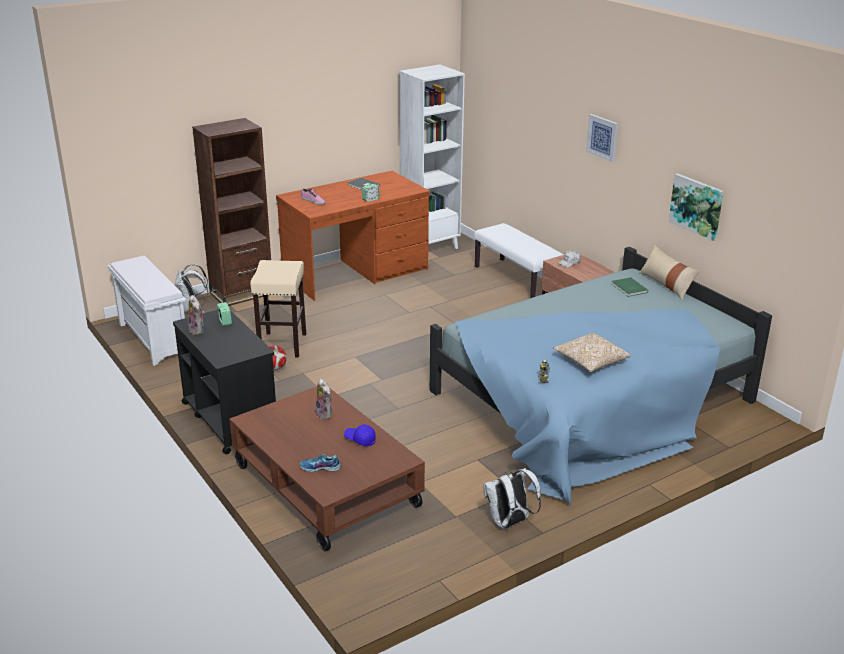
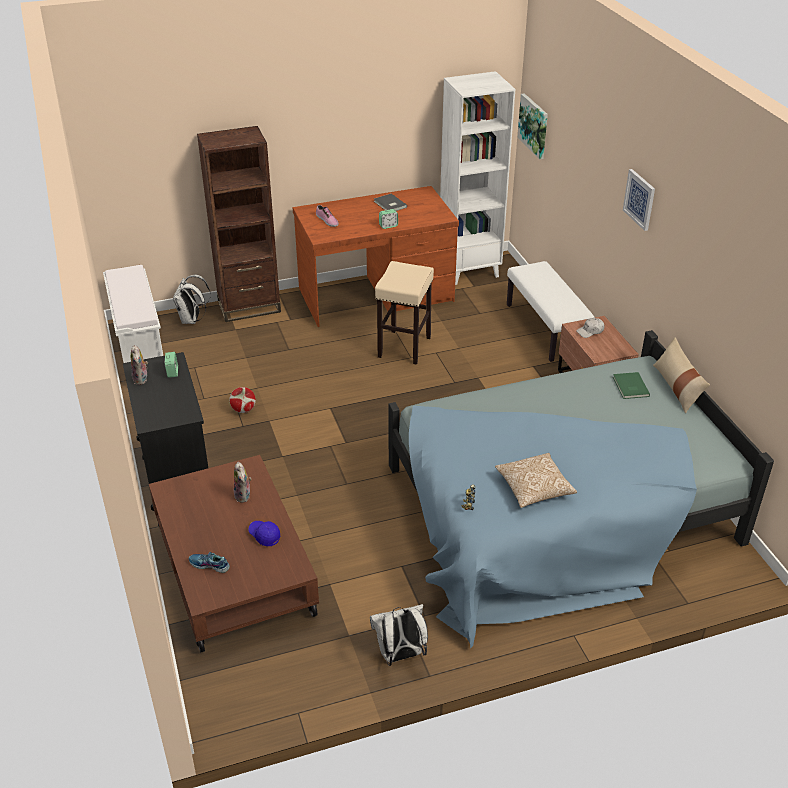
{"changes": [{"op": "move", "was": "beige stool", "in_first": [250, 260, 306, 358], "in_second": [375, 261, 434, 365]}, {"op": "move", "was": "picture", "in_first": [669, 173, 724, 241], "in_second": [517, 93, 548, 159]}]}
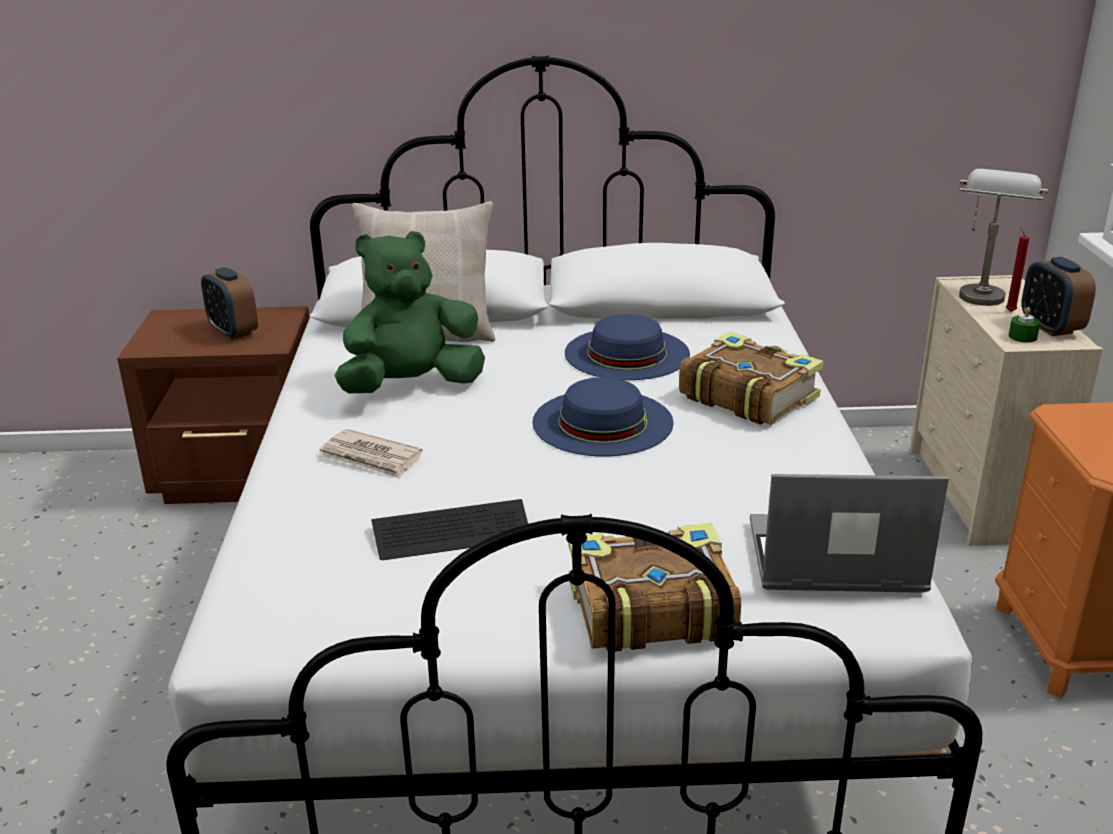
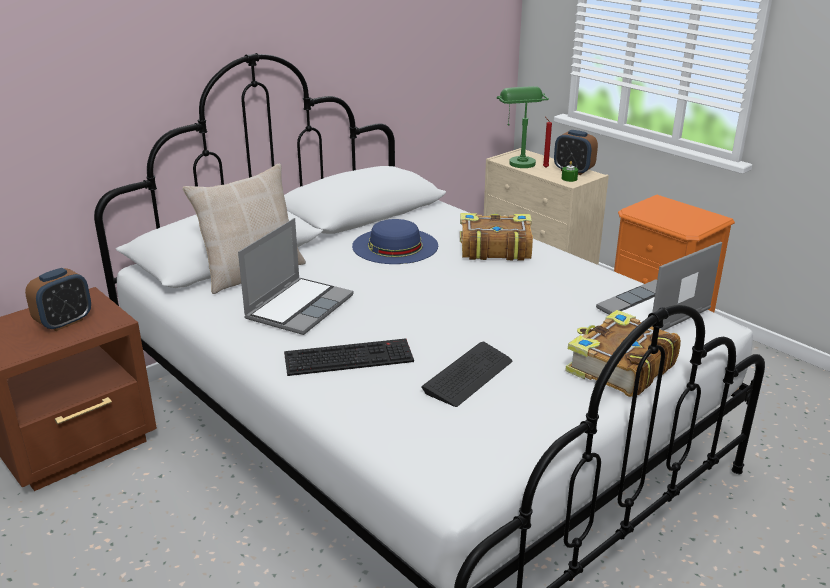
{"changes": [{"op": "rotate", "was": "alarm clock", "in_first": [201, 267, 258, 340], "in_second": [25, 268, 91, 331], "clockwise": -60}, {"op": "replace", "was": "newspaper", "now": "keyboard", "in_first": [319, 429, 423, 479], "in_second": [284, 338, 414, 376]}, {"op": "replace", "was": "green plush toy", "now": "laptop", "in_first": [334, 231, 485, 393], "in_second": [238, 218, 354, 335]}, {"op": "delete", "was": "blue hat", "in_first": [532, 377, 674, 456]}, {"op": "recolor", "was": "grey table lamp", "now": "green table lamp", "in_first": [958, 169, 1048, 306], "in_second": [497, 86, 549, 168]}]}
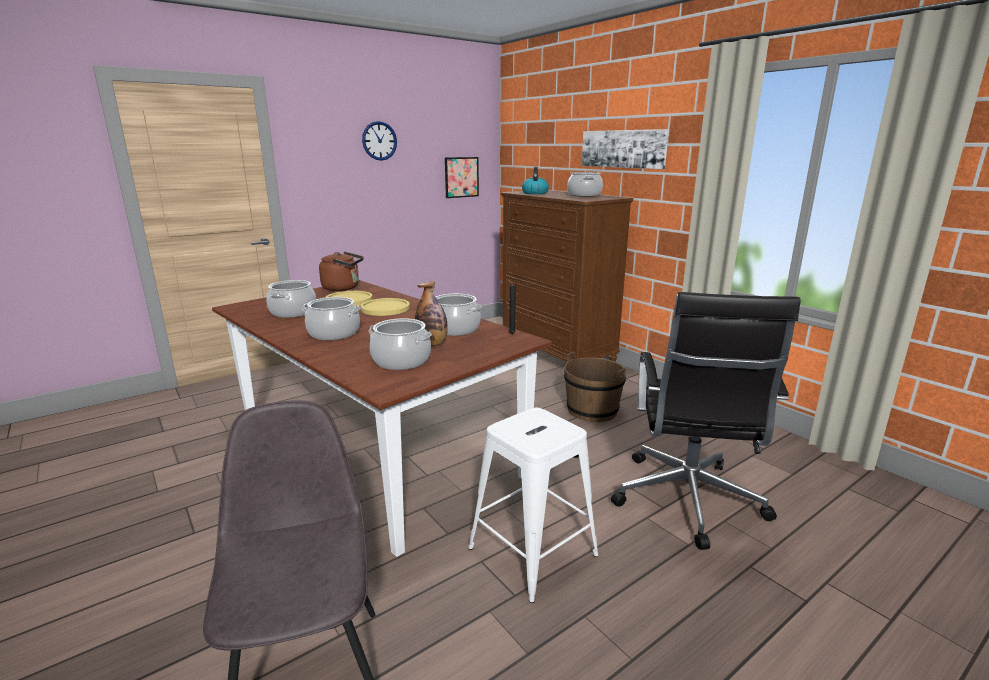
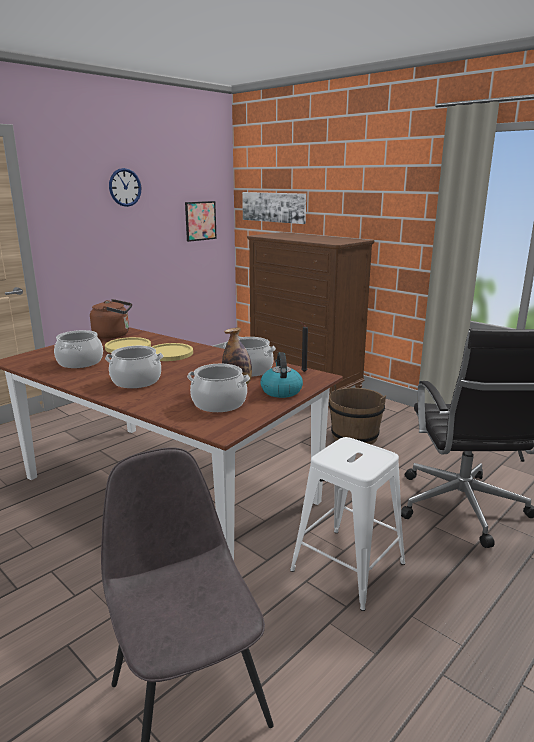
{"changes": [{"op": "move", "was": "kettle", "in_first": [522, 167, 549, 194], "in_second": [260, 352, 303, 398]}, {"op": "delete", "was": "cooking pot", "in_first": [567, 172, 603, 196]}, {"op": "move", "was": "picture", "in_first": [582, 129, 669, 169], "in_second": [242, 192, 306, 224]}]}
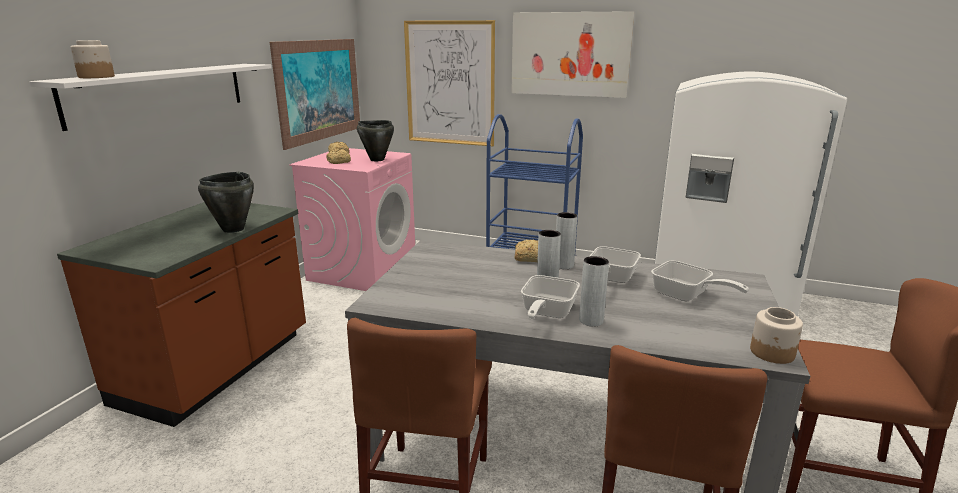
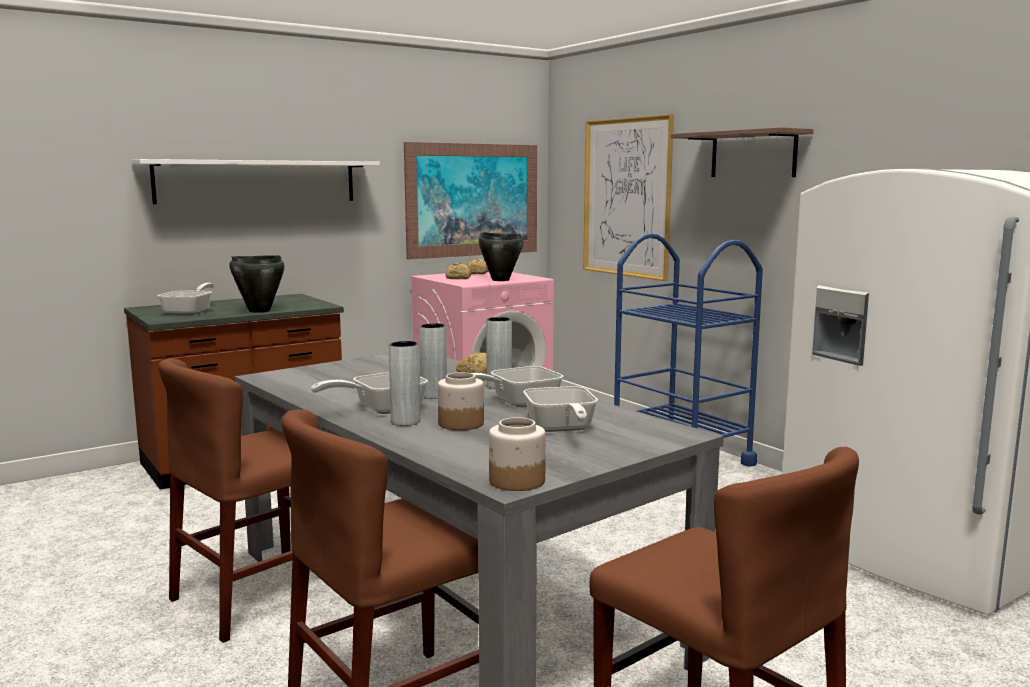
{"changes": [{"op": "move", "was": "jar", "in_first": [70, 40, 115, 78], "in_second": [438, 372, 484, 430]}, {"op": "replace", "was": "picture", "now": "shelf", "in_first": [511, 11, 634, 98], "in_second": [670, 127, 814, 177]}, {"op": "insert", "now": "frying pan", "in_second": [158, 283, 214, 315]}]}
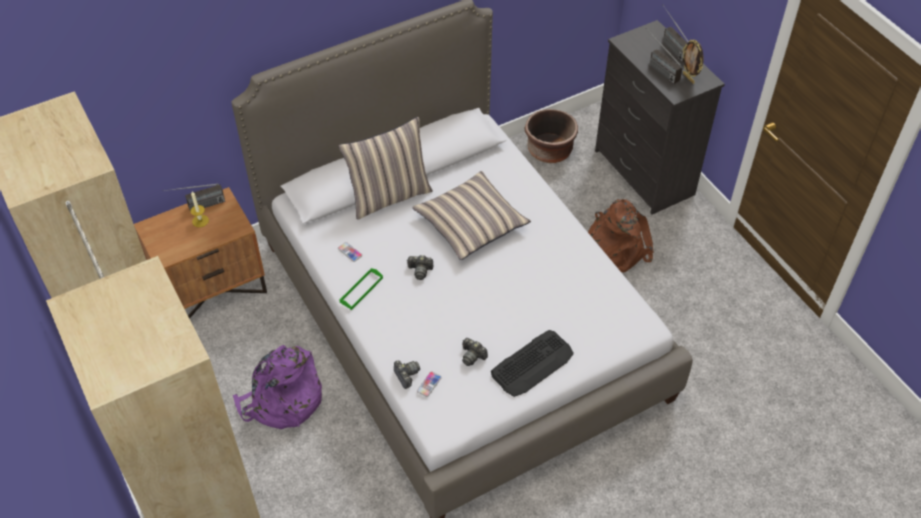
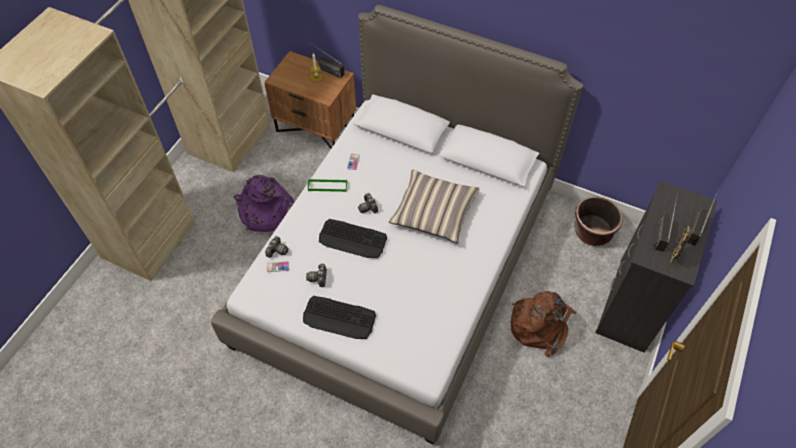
{"changes": [{"op": "delete", "was": "pillow", "in_first": [339, 117, 433, 220]}, {"op": "insert", "now": "keyboard", "in_second": [319, 219, 387, 258]}]}
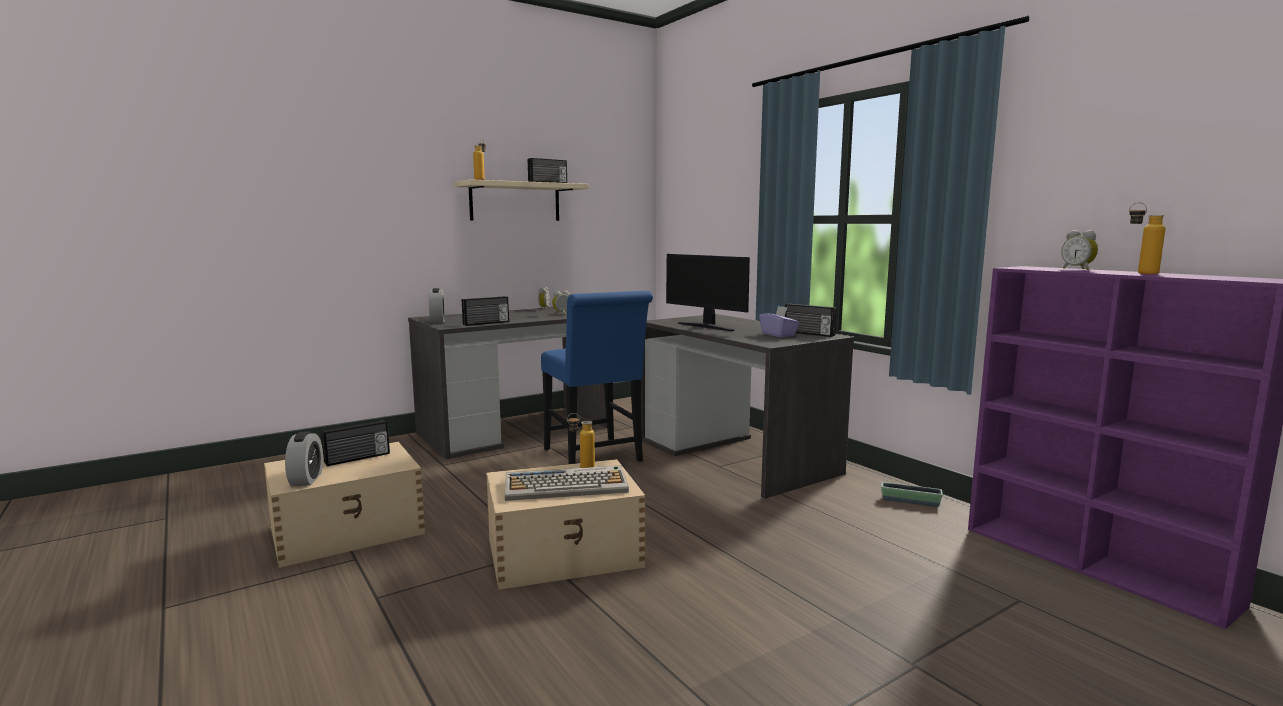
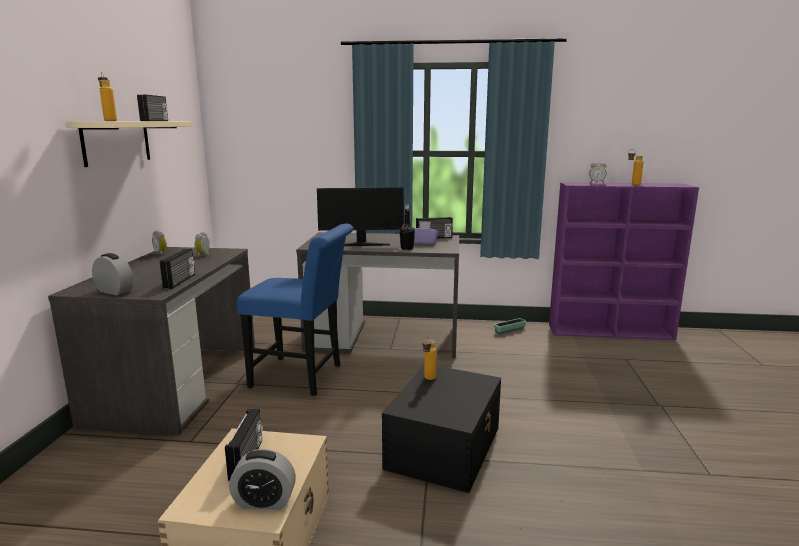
{"changes": [{"op": "rotate", "was": "alarm clock", "in_first": [285, 431, 323, 486], "in_second": [229, 449, 296, 510], "clockwise": 150}, {"op": "recolor", "was": "beige storage box", "now": "black storage box", "in_first": [486, 459, 645, 590], "in_second": [382, 365, 501, 493]}, {"op": "delete", "was": "keyboard", "in_first": [505, 465, 629, 501]}, {"op": "insert", "now": "black bottle", "in_second": [399, 205, 415, 250]}]}
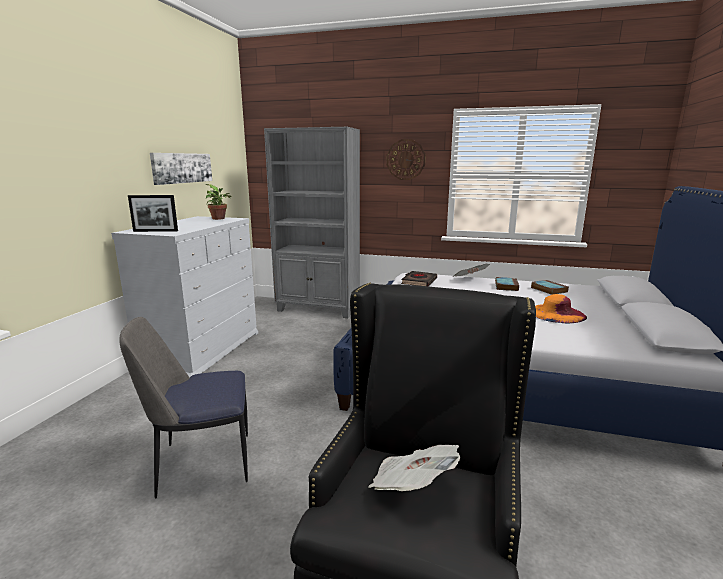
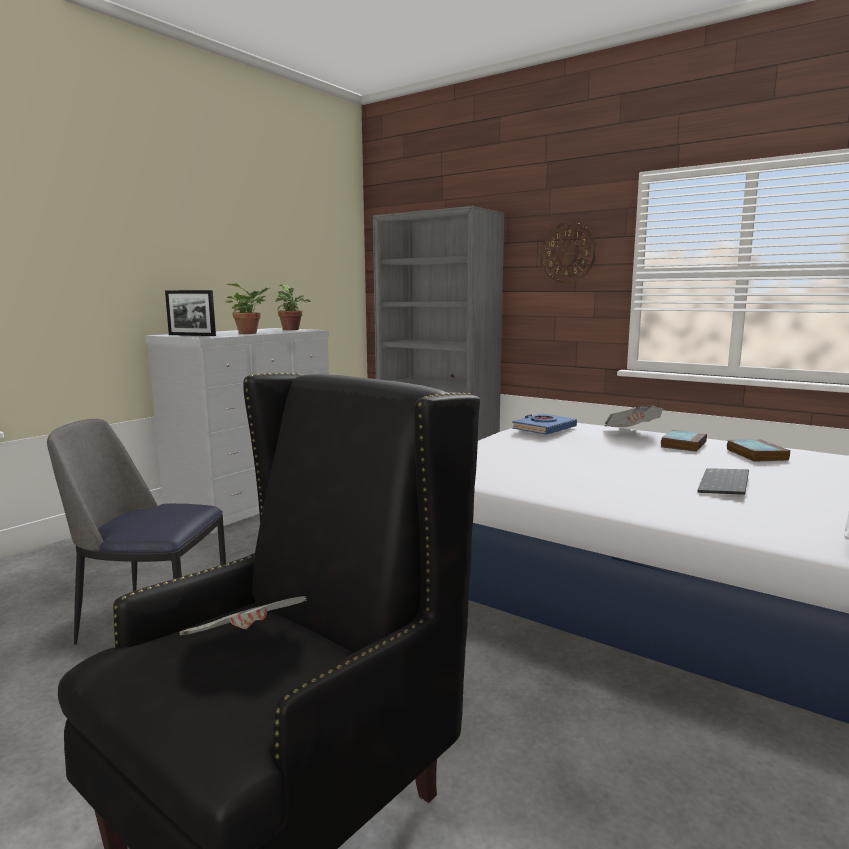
{"changes": [{"op": "delete", "was": "picture", "in_first": [150, 153, 212, 185]}, {"op": "recolor", "was": "black book", "now": "blue book", "in_first": [401, 271, 437, 286], "in_second": [512, 413, 577, 435]}, {"op": "replace", "was": "orange hat", "now": "keyboard", "in_first": [535, 294, 587, 324], "in_second": [697, 468, 749, 495]}, {"op": "insert", "now": "potted plant", "in_second": [225, 284, 271, 334]}]}
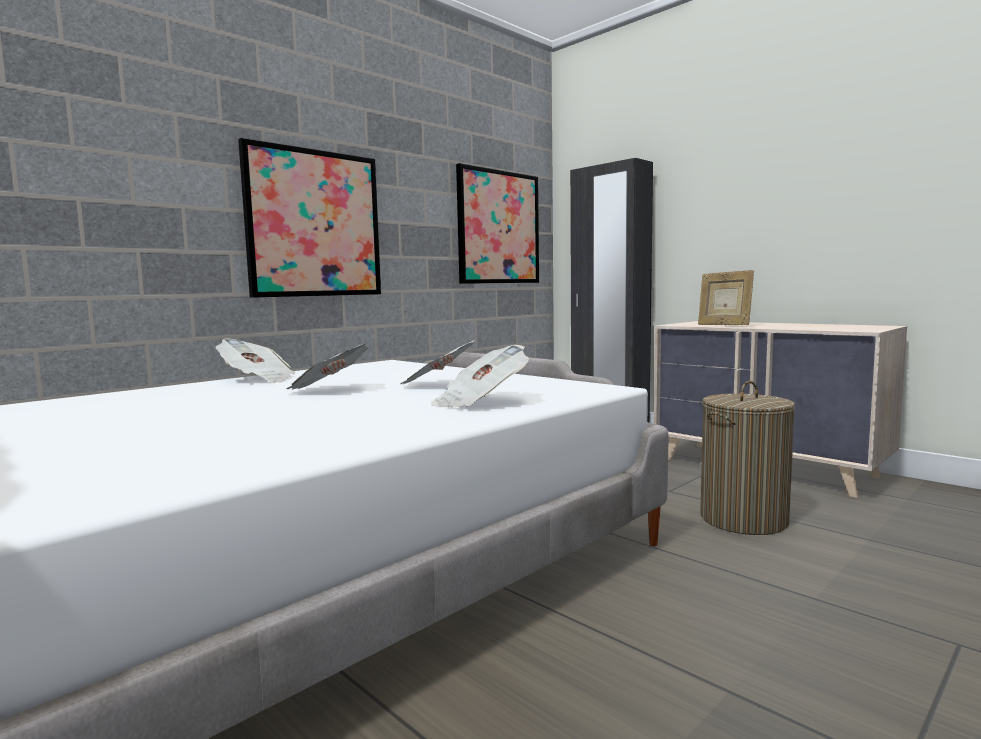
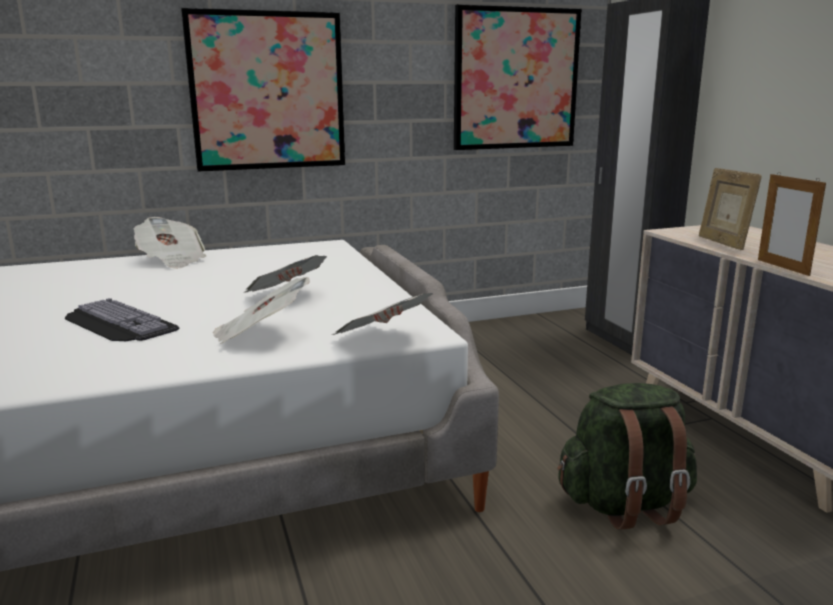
{"changes": [{"op": "move", "was": "newspaper", "in_first": [286, 344, 369, 390], "in_second": [332, 293, 433, 335]}, {"op": "replace", "was": "laundry basket", "now": "green backpack", "in_first": [700, 381, 795, 535], "in_second": [557, 383, 697, 530]}, {"op": "insert", "now": "keyboard", "in_second": [65, 298, 179, 341]}, {"op": "insert", "now": "picture frame", "in_second": [758, 172, 826, 276]}]}
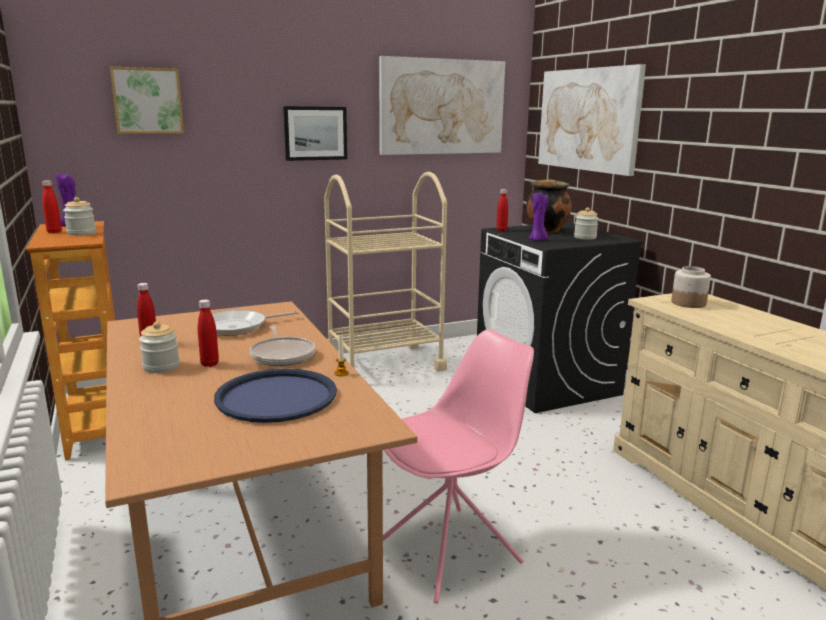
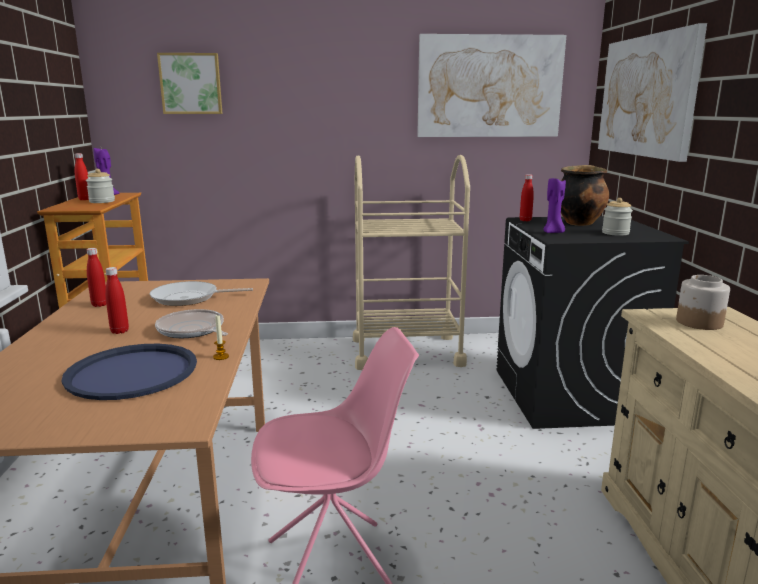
{"changes": [{"op": "delete", "was": "jar", "in_first": [139, 322, 180, 373]}, {"op": "rotate", "was": "frying pan", "in_first": [250, 325, 316, 366], "in_second": [155, 309, 228, 338], "clockwise": 135}, {"op": "delete", "was": "picture", "in_first": [283, 106, 347, 161]}]}
